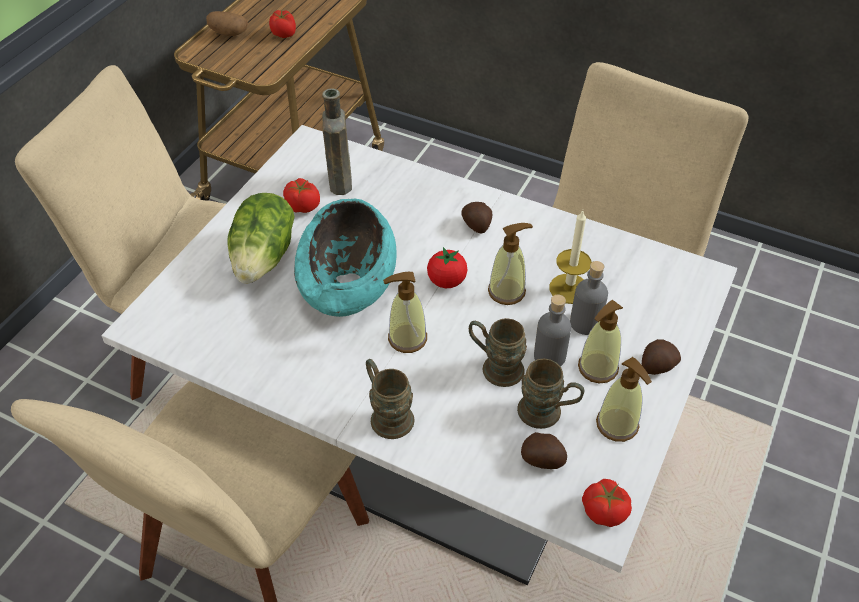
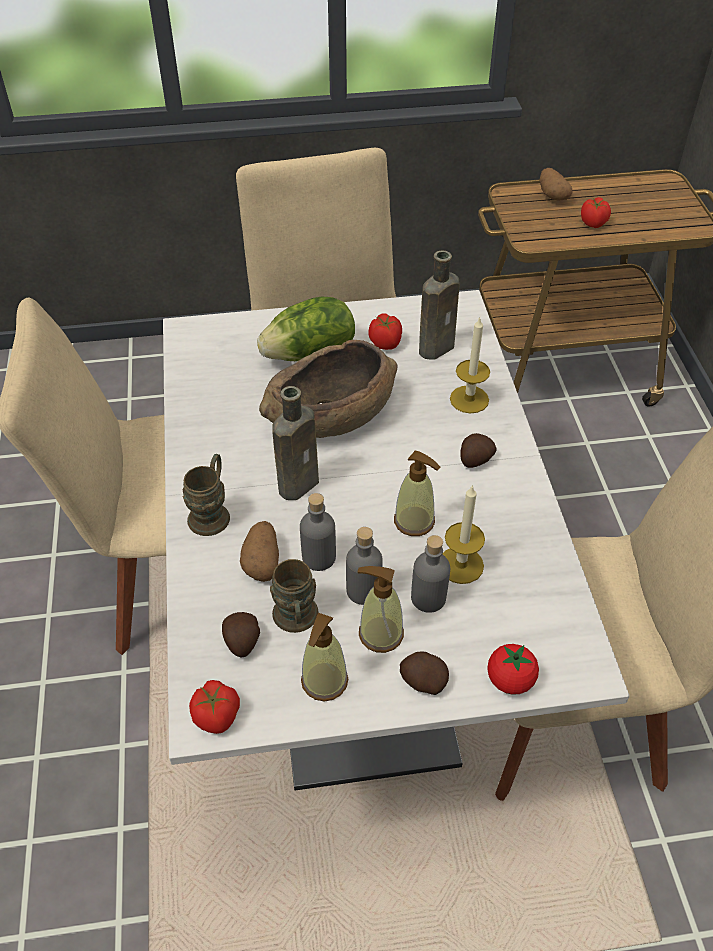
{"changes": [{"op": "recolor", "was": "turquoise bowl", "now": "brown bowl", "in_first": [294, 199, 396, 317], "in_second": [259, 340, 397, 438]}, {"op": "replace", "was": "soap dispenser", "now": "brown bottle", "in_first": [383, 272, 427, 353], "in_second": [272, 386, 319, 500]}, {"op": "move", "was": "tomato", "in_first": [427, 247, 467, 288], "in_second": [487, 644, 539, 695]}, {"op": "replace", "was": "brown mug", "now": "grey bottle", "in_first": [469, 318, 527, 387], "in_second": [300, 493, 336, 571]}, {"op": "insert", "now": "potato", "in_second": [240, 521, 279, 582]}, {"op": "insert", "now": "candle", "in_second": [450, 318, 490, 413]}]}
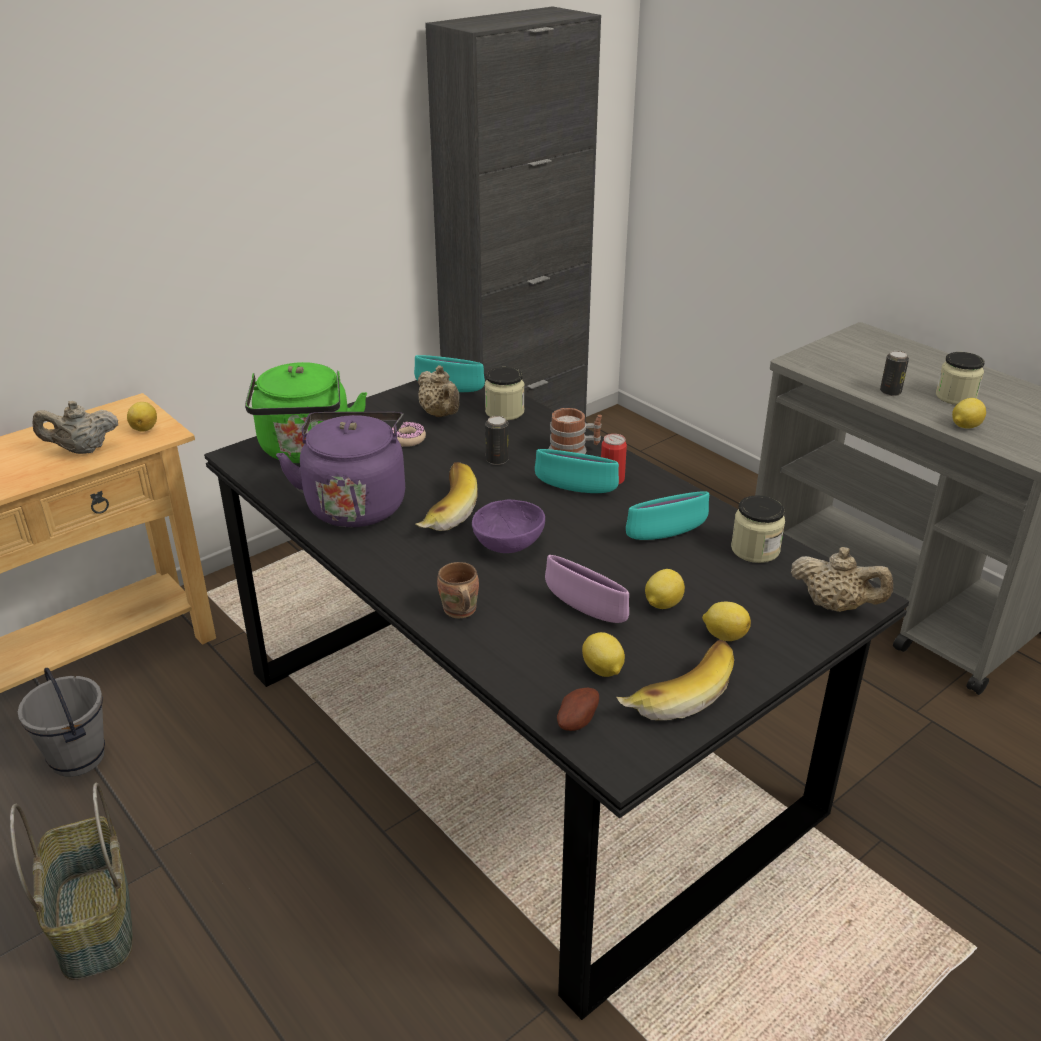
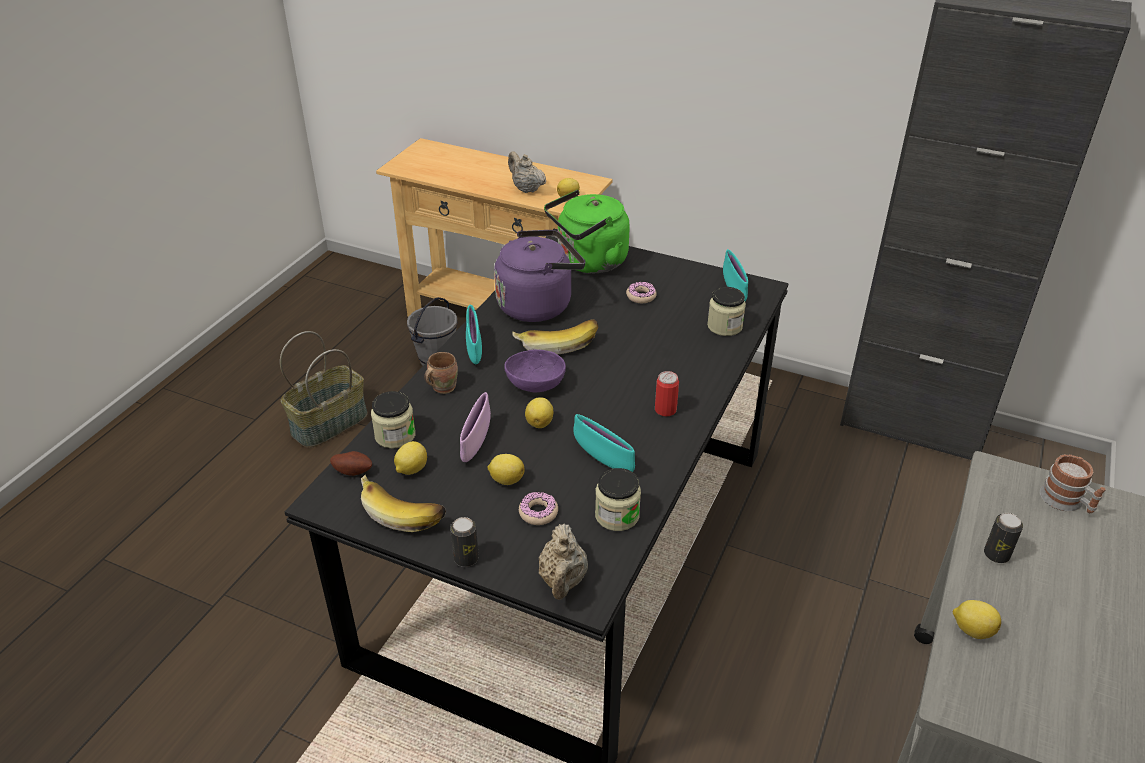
{"changes": [{"op": "delete", "was": "beige teapot", "in_first": [418, 366, 460, 417]}, {"op": "move", "was": "can", "in_first": [485, 416, 509, 465], "in_second": [450, 517, 479, 567]}, {"op": "move", "was": "turquoise bowl", "in_first": [535, 449, 619, 493], "in_second": [466, 305, 482, 364]}, {"op": "move", "was": "mug", "in_first": [549, 408, 602, 454], "in_second": [1040, 454, 1106, 513]}, {"op": "move", "was": "lemon", "in_first": [702, 602, 751, 641], "in_second": [525, 397, 553, 428]}, {"op": "move", "was": "jar", "in_first": [936, 352, 984, 405], "in_second": [371, 391, 416, 449]}, {"op": "insert", "now": "donut", "in_second": [519, 492, 558, 525]}]}
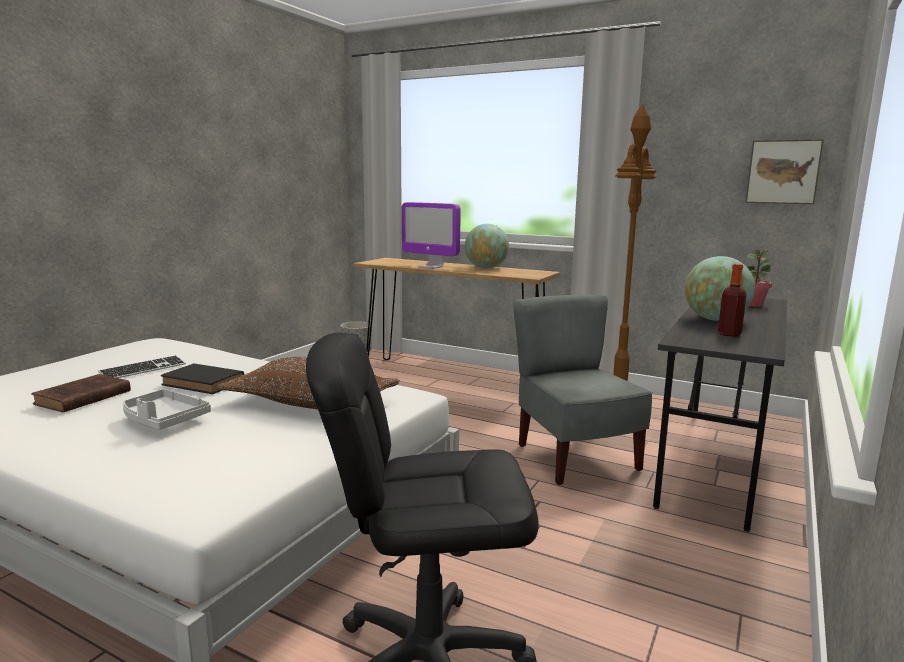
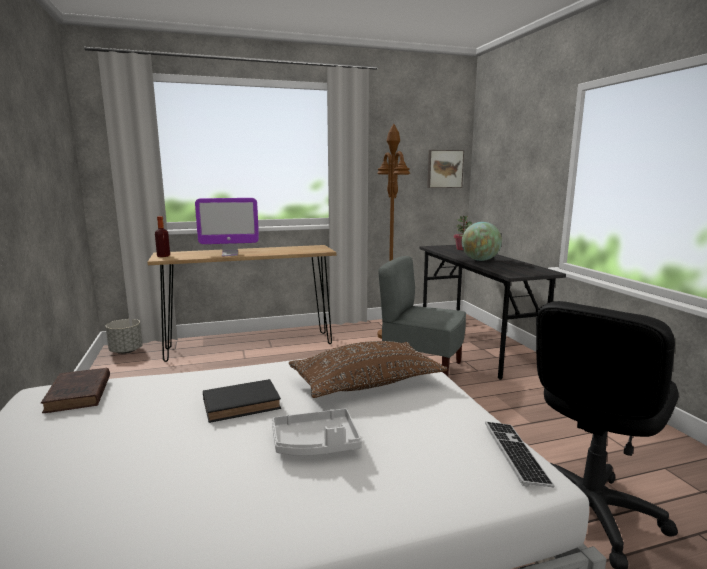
{"changes": [{"op": "move", "was": "brown book", "in_first": [31, 374, 131, 413], "in_second": [41, 368, 110, 413]}, {"op": "move", "was": "keyboard", "in_first": [98, 355, 186, 378], "in_second": [485, 421, 555, 488]}, {"op": "delete", "was": "globe", "in_first": [465, 224, 509, 268]}, {"op": "move", "was": "bottle", "in_first": [718, 264, 747, 337], "in_second": [155, 216, 170, 257]}]}
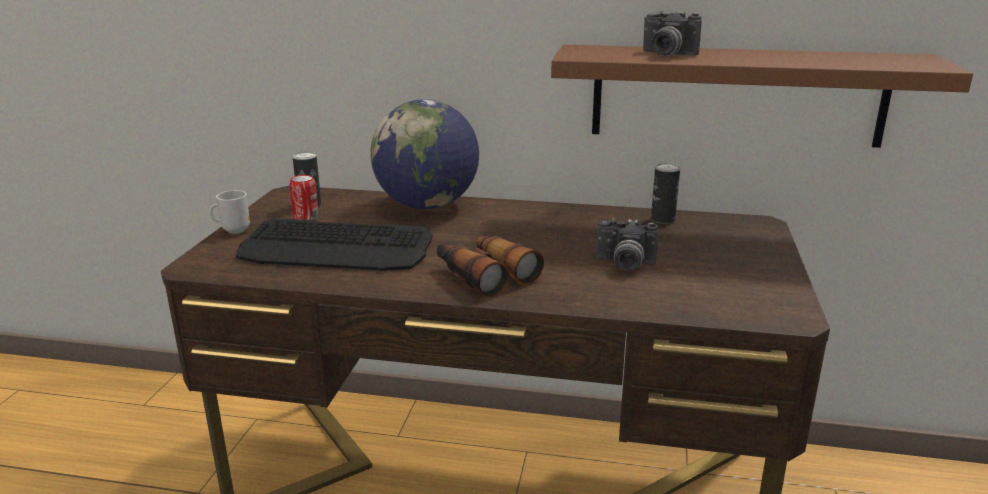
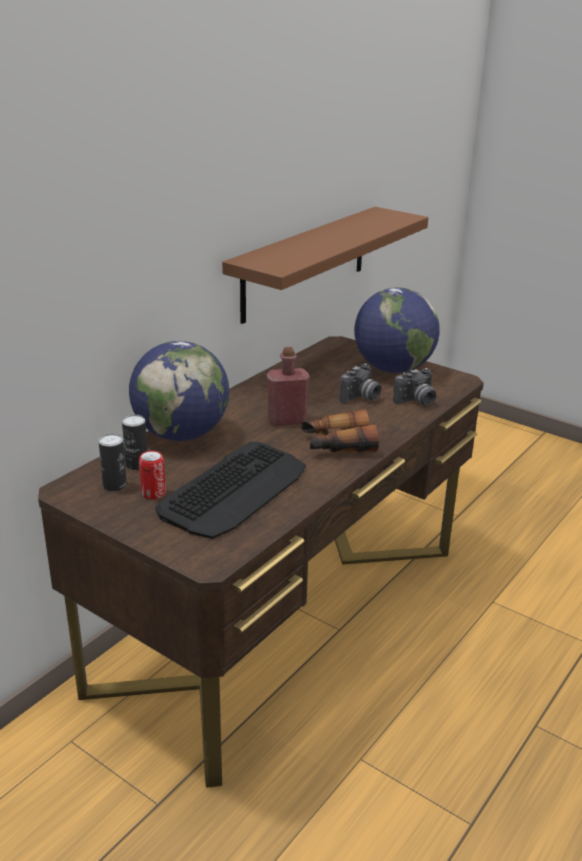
{"changes": [{"op": "delete", "was": "mug", "in_first": [209, 190, 250, 234]}, {"op": "move", "was": "photo camera", "in_first": [643, 10, 702, 56], "in_second": [393, 368, 436, 405]}, {"op": "move", "was": "can", "in_first": [651, 163, 680, 224], "in_second": [122, 415, 148, 470]}, {"op": "insert", "now": "red bottle", "in_second": [267, 347, 310, 426]}, {"op": "insert", "now": "globe", "in_second": [354, 287, 439, 373]}]}
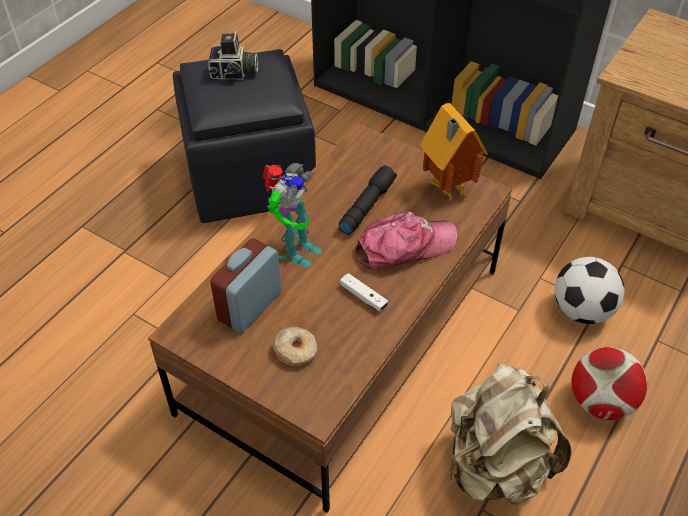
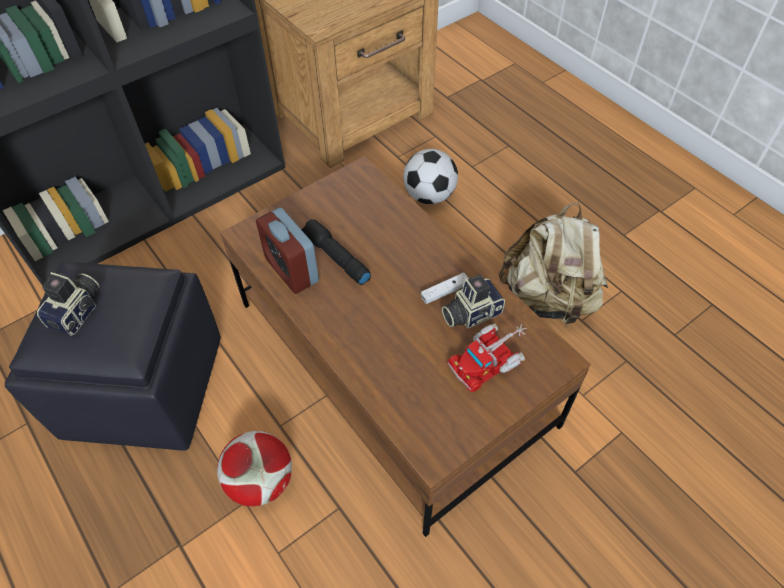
{"changes": [{"op": "move", "was": "alarm clock", "in_first": [210, 238, 281, 333], "in_second": [256, 207, 319, 294]}, {"op": "delete", "was": "toy robot", "in_first": [263, 163, 322, 268]}, {"op": "replace", "was": "donut", "now": "toy truck", "in_first": [272, 327, 318, 366], "in_second": [447, 323, 527, 392]}, {"op": "delete", "was": "cap", "in_first": [355, 211, 457, 270]}, {"op": "delete", "was": "toy house", "in_first": [420, 103, 488, 203]}, {"op": "move", "was": "football", "in_first": [571, 347, 647, 420], "in_second": [217, 431, 292, 506]}, {"op": "insert", "now": "photo camera", "in_second": [442, 275, 505, 329]}]}
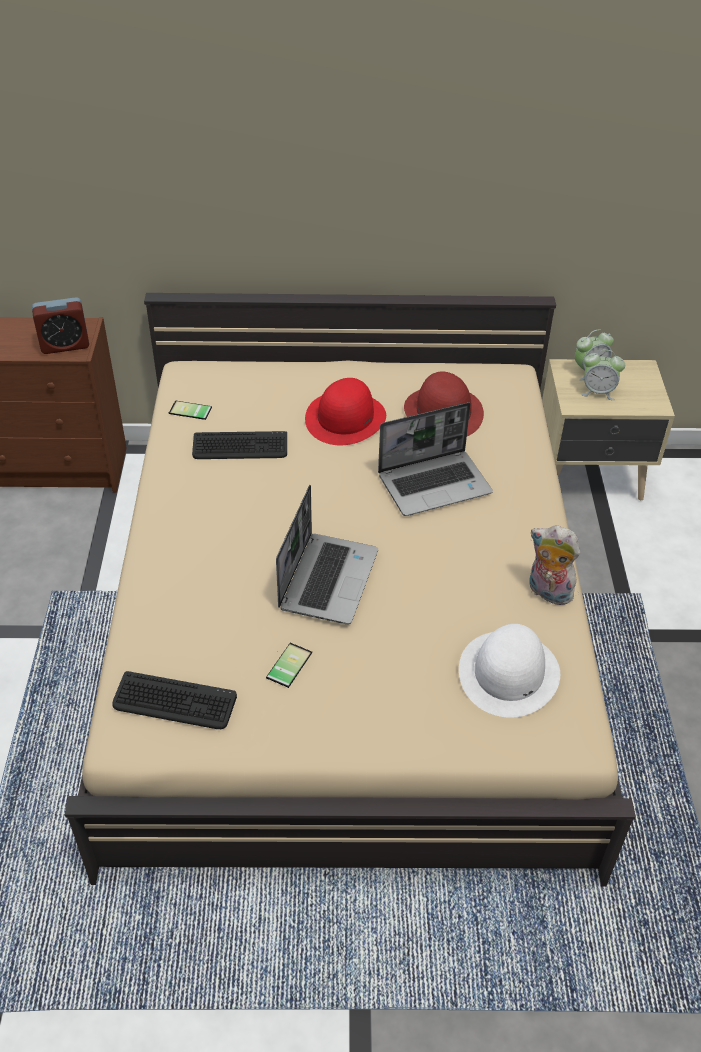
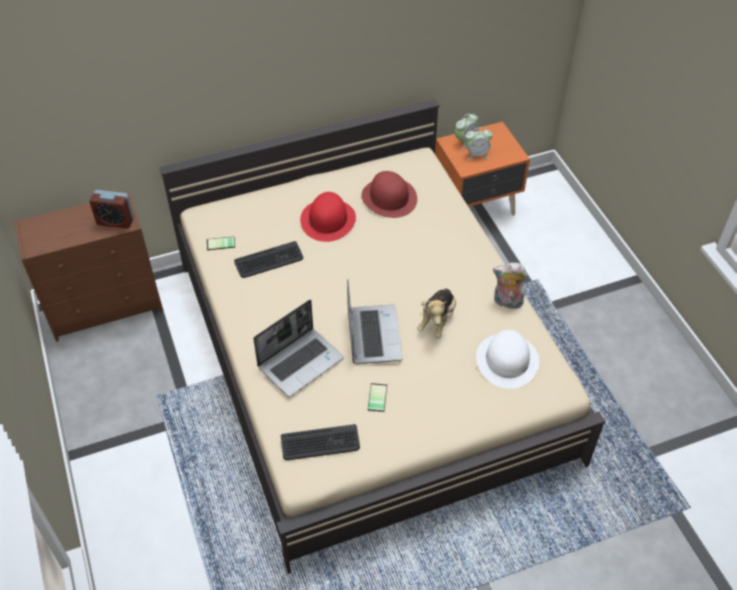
{"changes": [{"op": "rotate", "was": "alarm clock", "in_first": [32, 297, 89, 354], "in_second": [89, 190, 134, 229], "clockwise": 45}, {"op": "move", "was": "laptop", "in_first": [378, 402, 493, 516], "in_second": [253, 299, 344, 397]}, {"op": "recolor", "was": "beige nightstand", "now": "orange nightstand", "in_first": [542, 359, 675, 500], "in_second": [435, 122, 530, 216]}, {"op": "insert", "now": "plush toy", "in_second": [417, 288, 456, 338]}]}
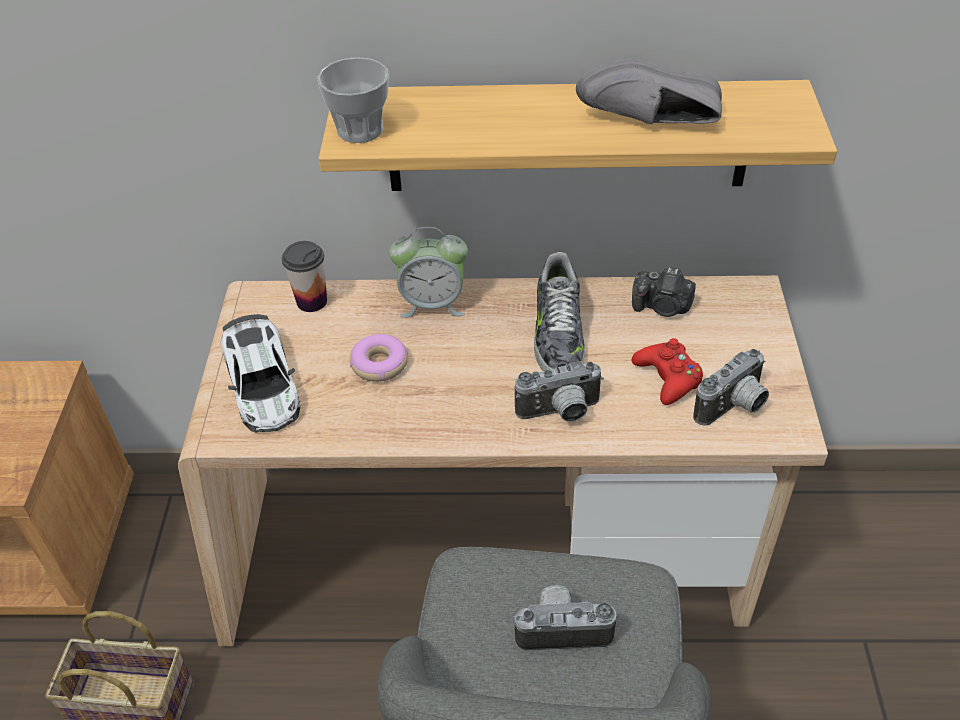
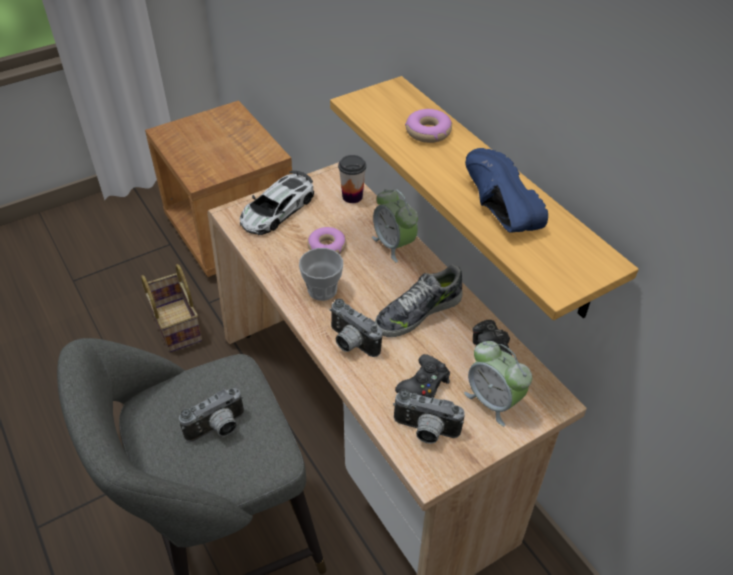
{"changes": [{"op": "move", "was": "cup", "in_first": [317, 57, 389, 143], "in_second": [299, 248, 343, 301]}, {"op": "rotate", "was": "photo camera", "in_first": [513, 585, 617, 651], "in_second": [179, 388, 244, 442], "clockwise": 90}, {"op": "recolor", "was": "grey shoe", "now": "blue shoe", "in_first": [576, 58, 722, 124], "in_second": [465, 148, 548, 233]}, {"op": "recolor", "was": "red game controller", "now": "black game controller", "in_first": [632, 338, 703, 405], "in_second": [395, 354, 450, 398]}, {"op": "insert", "now": "donut", "in_second": [405, 109, 452, 143]}, {"op": "insert", "now": "alarm clock", "in_second": [464, 341, 532, 426]}]}
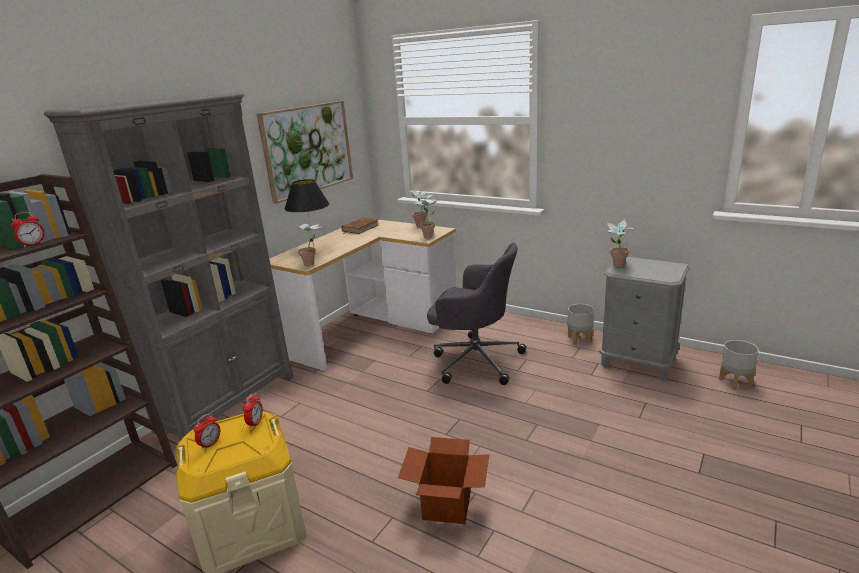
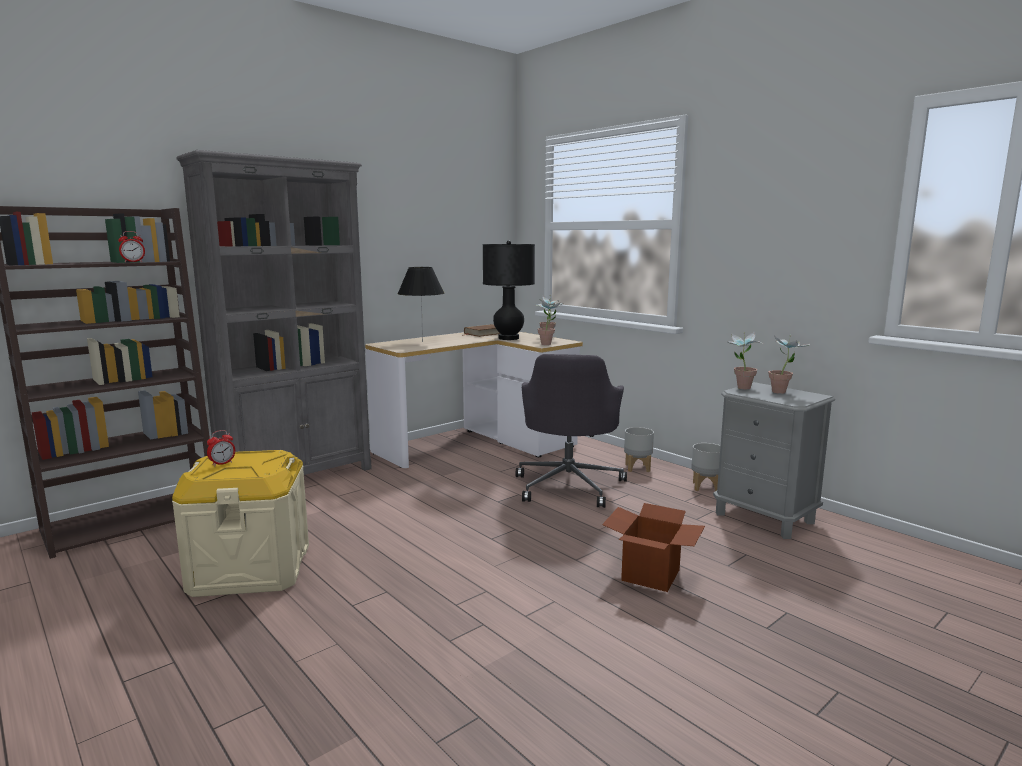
{"changes": [{"op": "delete", "was": "alarm clock", "in_first": [243, 394, 263, 428]}, {"op": "delete", "was": "picture", "in_first": [257, 101, 353, 204]}, {"op": "move", "was": "potted plant", "in_first": [295, 223, 323, 266], "in_second": [768, 334, 810, 394]}, {"op": "move", "was": "cardboard box", "in_first": [398, 437, 489, 524], "in_second": [602, 503, 705, 592]}, {"op": "rotate", "was": "grey office chair", "in_first": [427, 243, 526, 385], "in_second": [516, 354, 627, 508], "clockwise": 60}, {"op": "move", "was": "grey planter", "in_first": [719, 340, 759, 390], "in_second": [624, 427, 654, 472]}, {"op": "insert", "now": "black table lamp", "in_second": [483, 240, 535, 340]}]}
